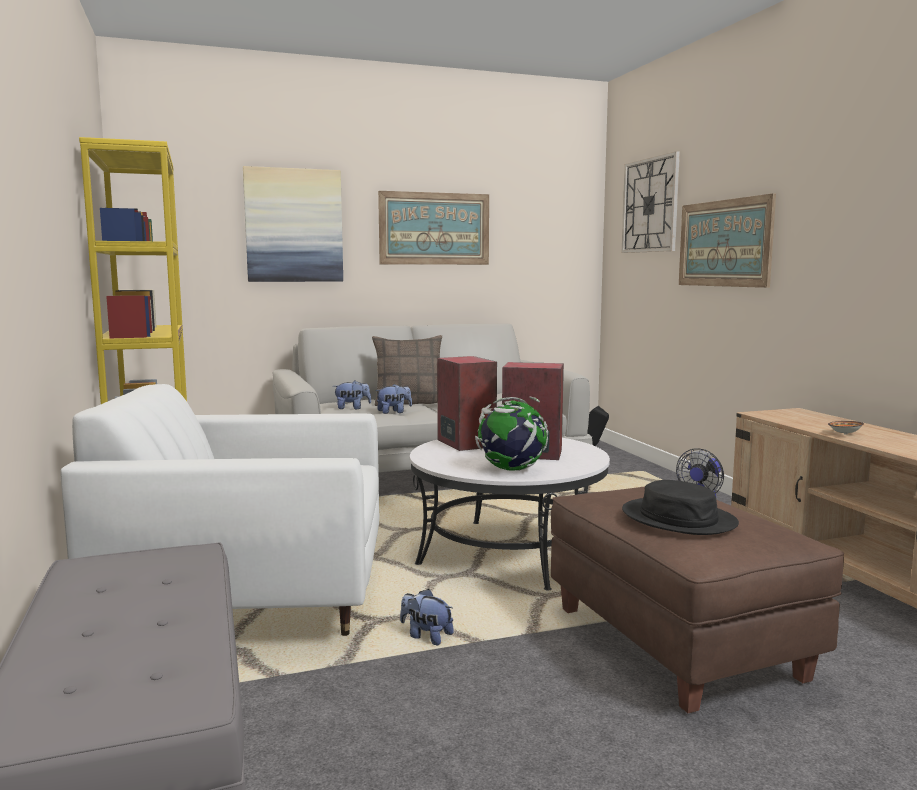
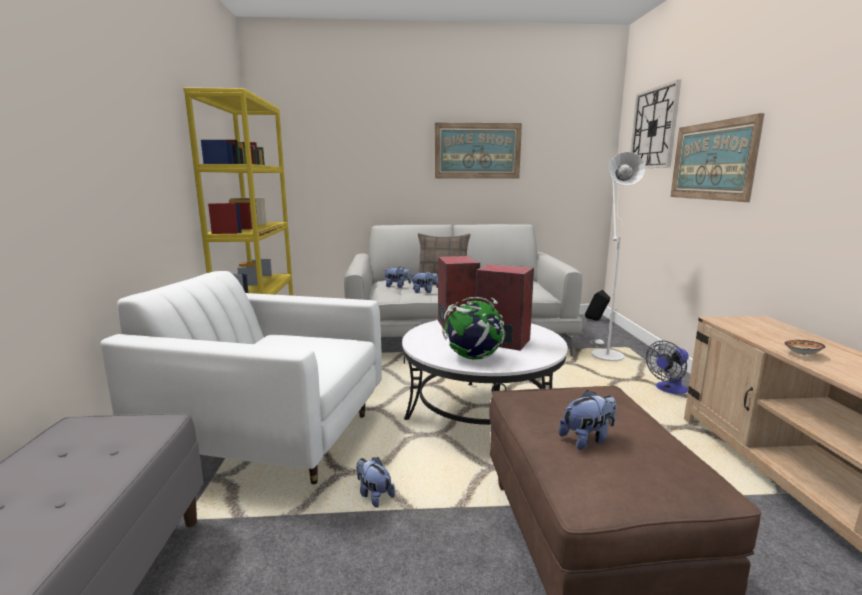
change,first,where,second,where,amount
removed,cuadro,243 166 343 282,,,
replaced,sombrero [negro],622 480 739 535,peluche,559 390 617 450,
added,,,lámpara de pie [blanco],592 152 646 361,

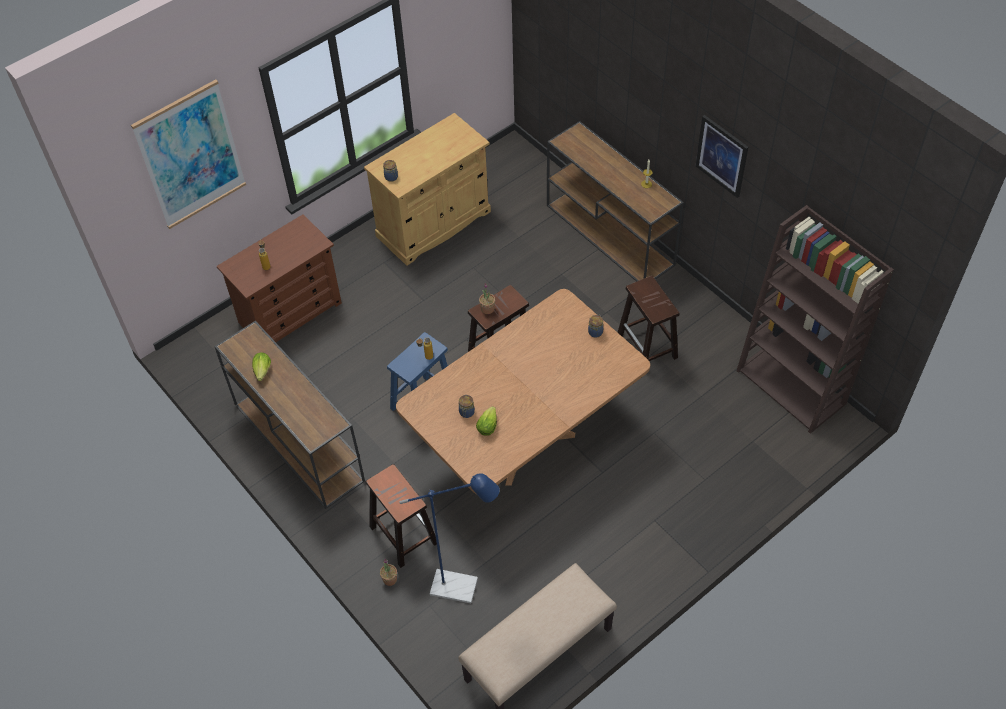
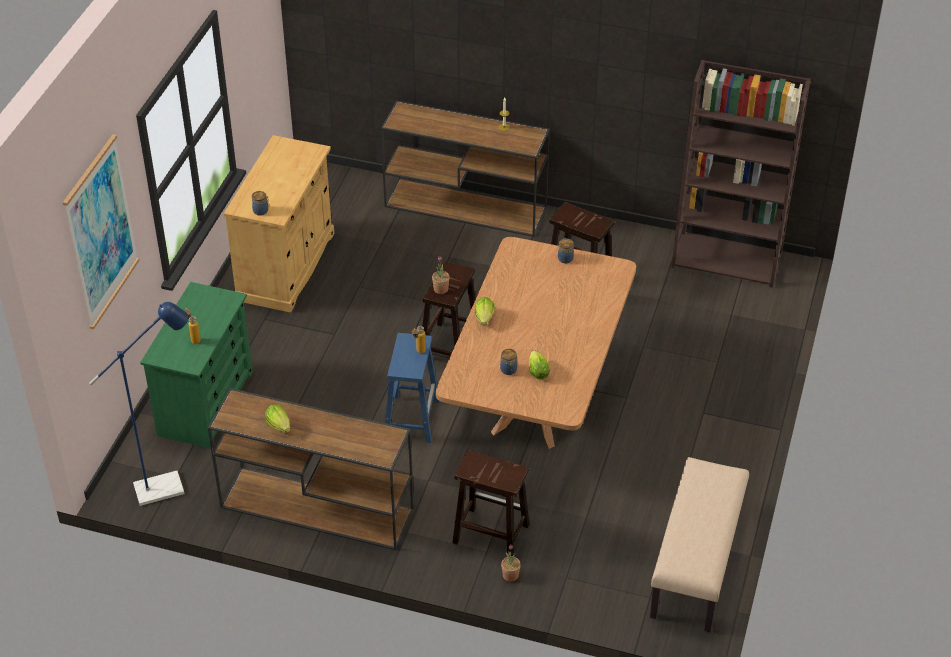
change,first,where,second,where,amount
removed,cuadro,695 115 748 198,,,
recoloured,cómoda [marrón],217 214 342 342,cómoda [verde],140 282 253 448,
moved,lámpara de pie [azul],400 473 500 603,,89 302 188 506,
added,,,lechuga,475 297 495 325,

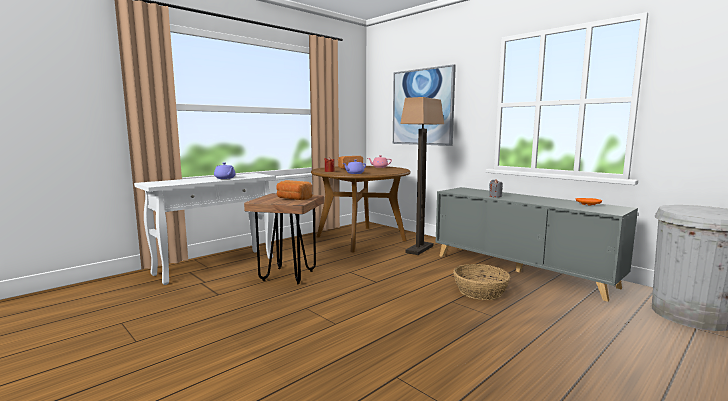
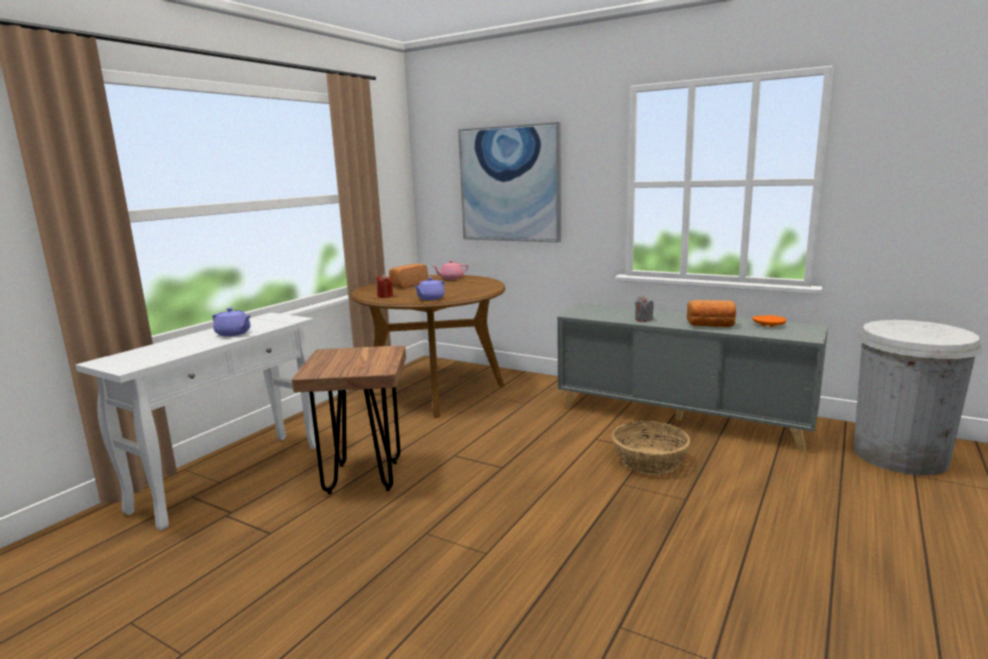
change,first,where,second,where,amount
removed,lámpara de pie,400 97 444 255,,,
moved,pan,276 180 312 200,,687 300 736 327,

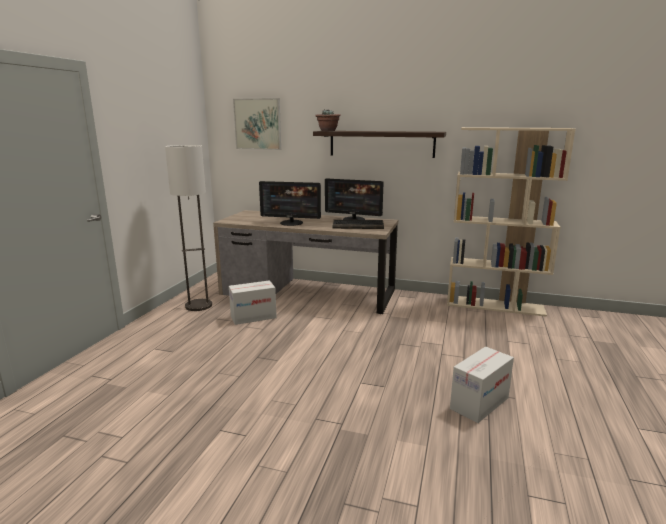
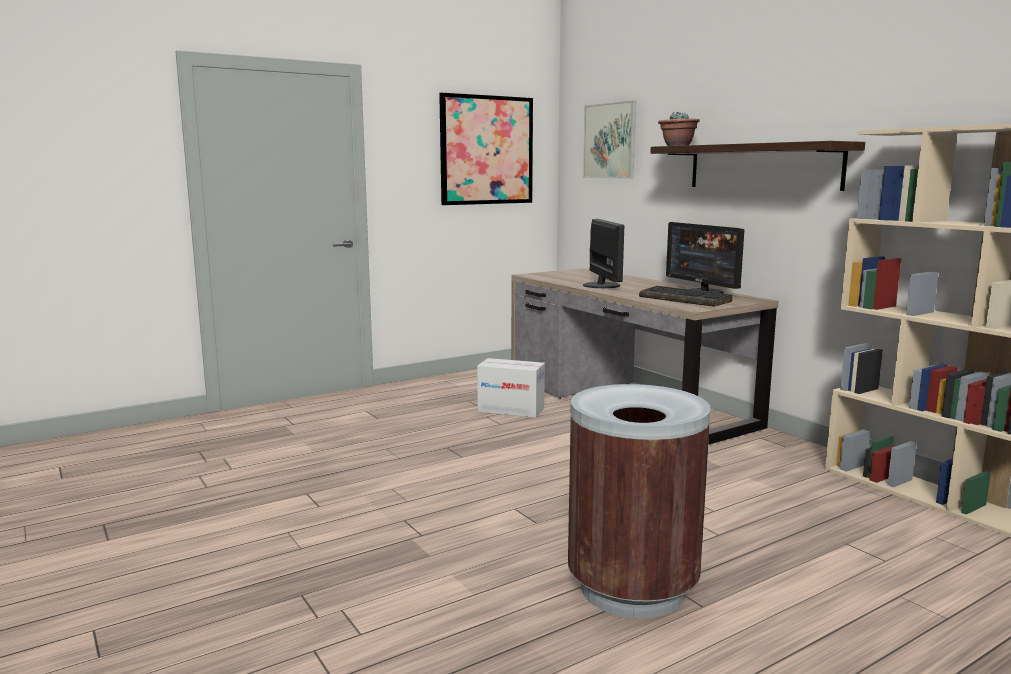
change,first,where,second,where,amount
removed,lámpara de pie,165 145 212 311,,,
turned,monitor,259 181 321 226,,583 219 624 288,150 degrees counterclockwise
replaced,caja de cartón,450 346 514 423,papelera [marrón],568 384 711 618,
added,,,cuadro,439 92 533 205,

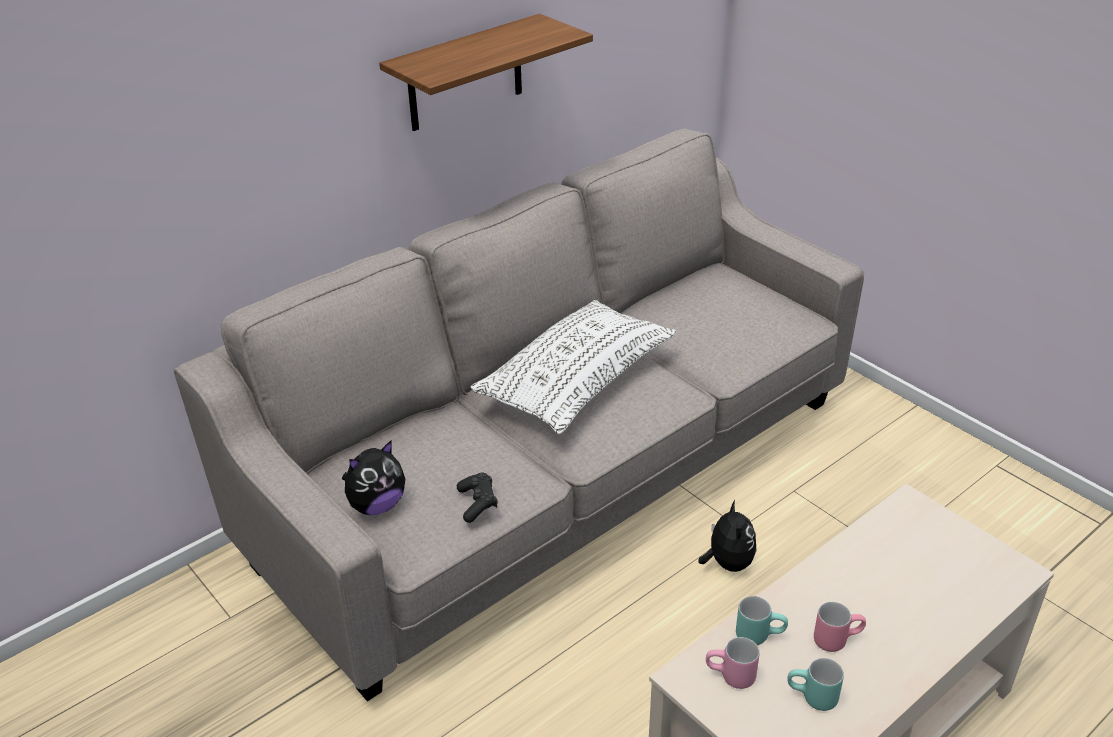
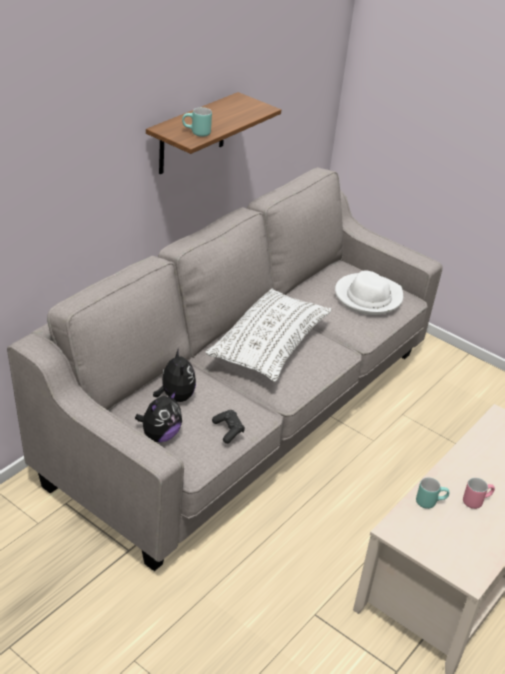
change,first,where,second,where,amount
moved,peluche,698 500 756 572,,153 348 196 402,
removed,taza grande [rosa],706 637 760 689,,,
moved,taza grande [turquesa],787 658 844 711,,182 107 212 137,
added,,,sombrero [blanco],335 271 403 315,

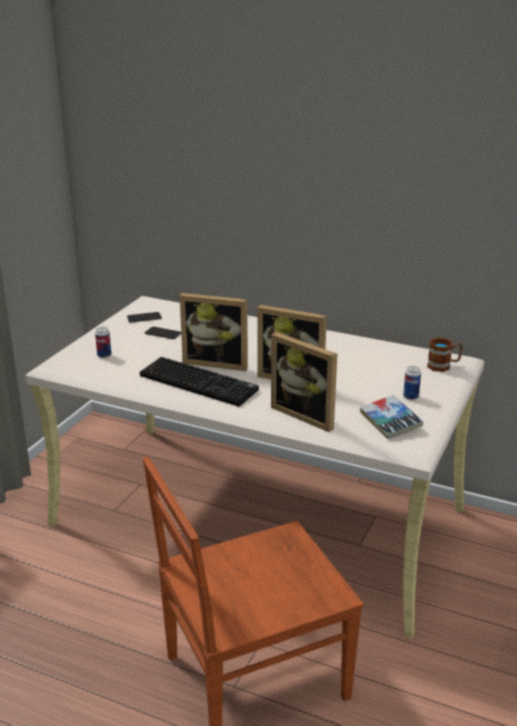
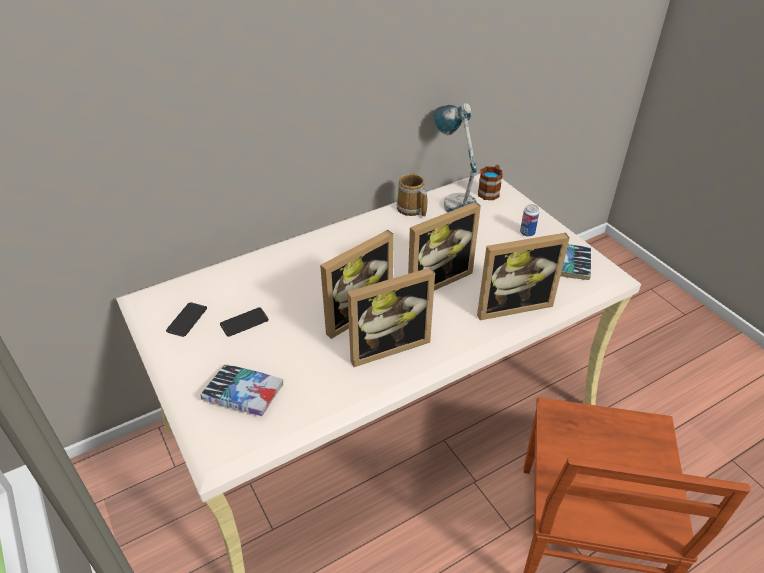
change,first,where,second,where,amount
replaced,lata,95 327 111 358,libro,201 364 283 416,
replaced,teclado,140 357 259 407,portarretratos,347 267 435 367,
added,,,lámpara de mesa,433 103 477 212,
added,,,taza grande,396 174 427 217,

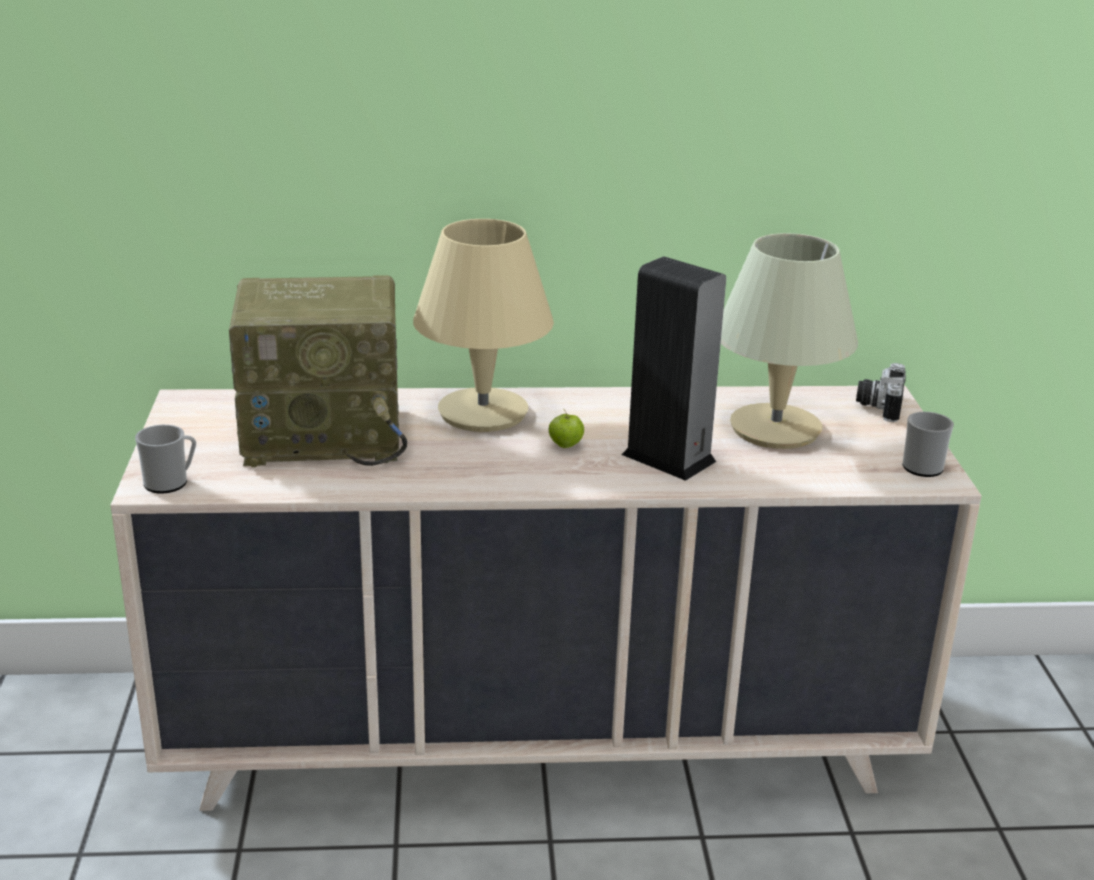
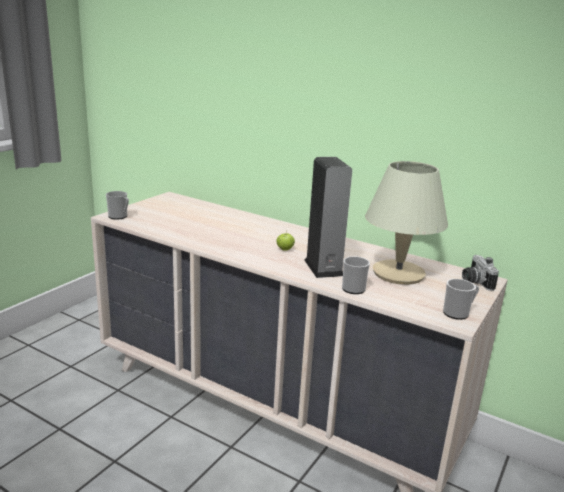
change,first,where,second,where,amount
removed,lámpara de mesa [beis],413 219 554 432,,,
removed,radio,229 276 407 467,,,
turned,cámara,856 363 906 422,,462 255 499 291,60 degrees counterclockwise
added,,,taza grande,342 256 370 294,

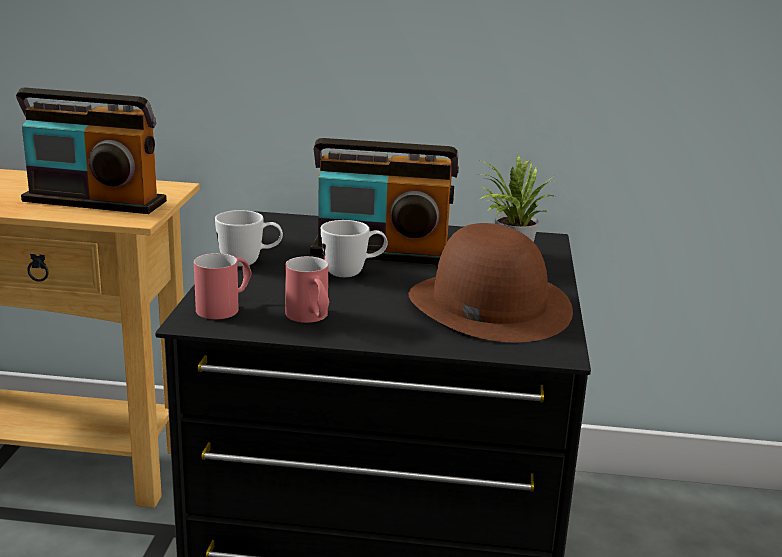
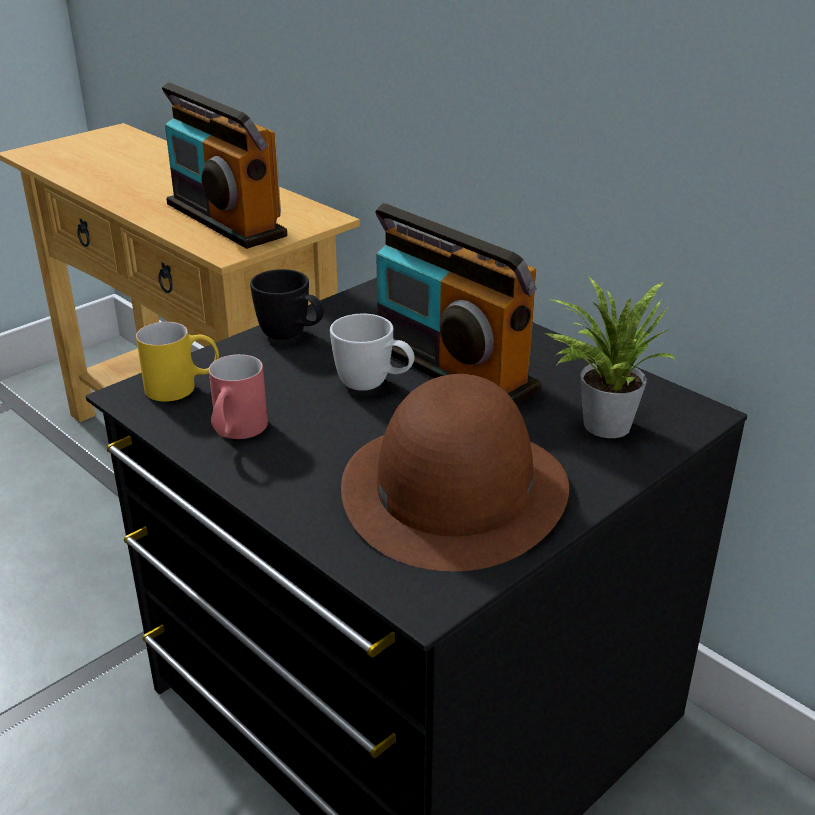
change,first,where,second,where,amount
recoloured,taza grande [blanco],215 210 283 267,taza grande [negro],250 269 324 340,
recoloured,taza grande [rojo],194 253 252 319,taza grande [amarillo],136 322 219 402,

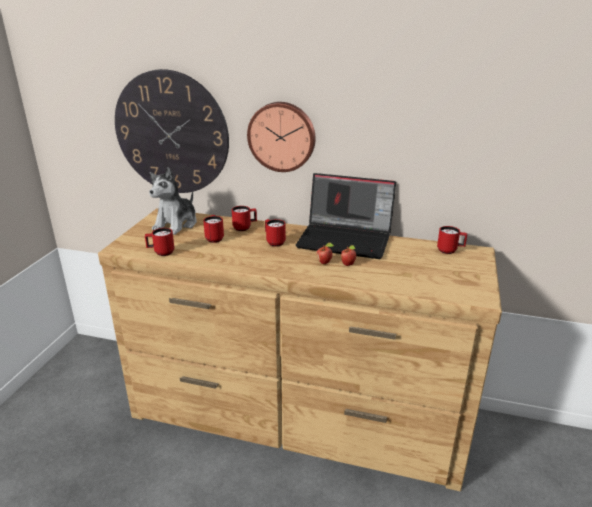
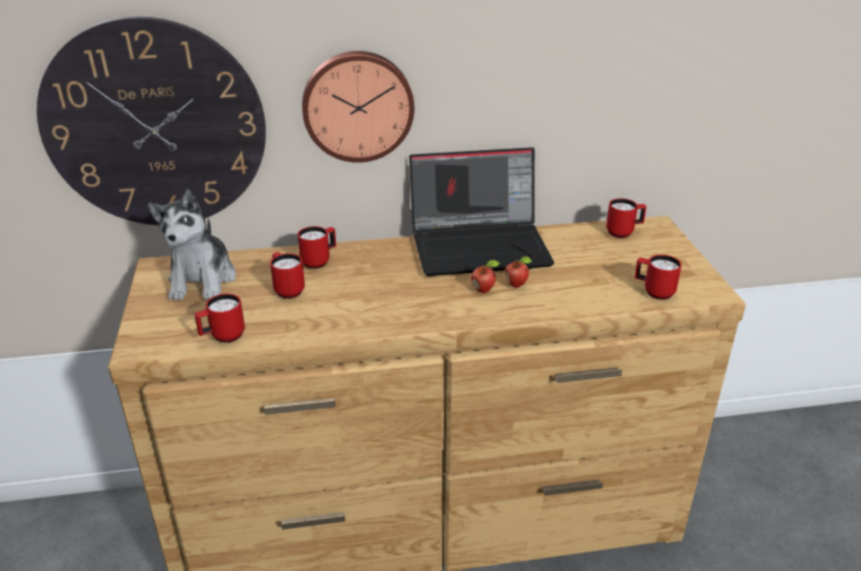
change,first,where,second,where,amount
moved,taza grande [rojo],265 219 286 247,,634 255 682 300,

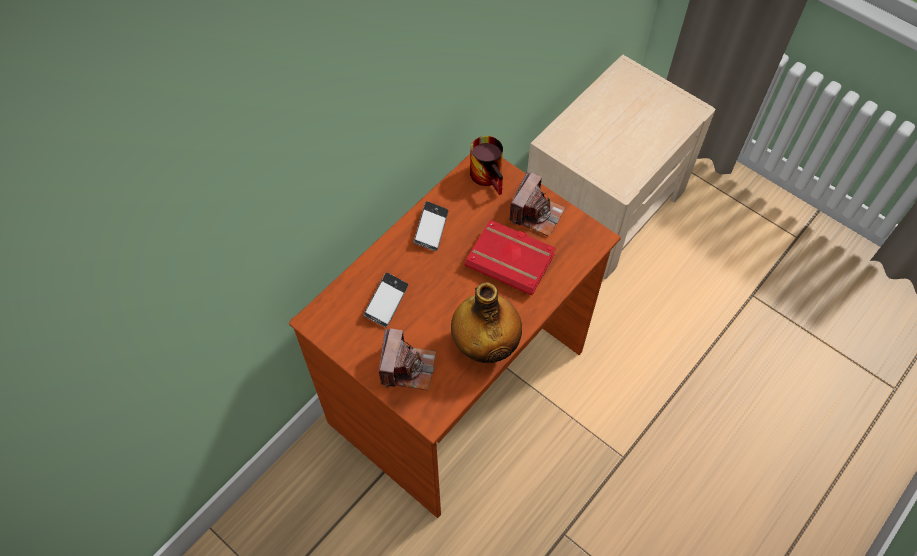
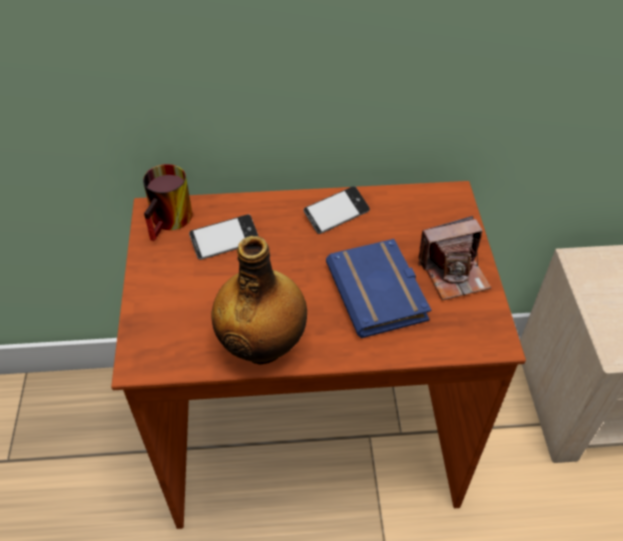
change,first,where,second,where,amount
moved,taza grande,470 136 503 195,,143 164 193 241,
recoloured,libro [rojo],465 220 556 295,libro [azul],326 239 431 338,
removed,cámara,379 328 436 390,,,

